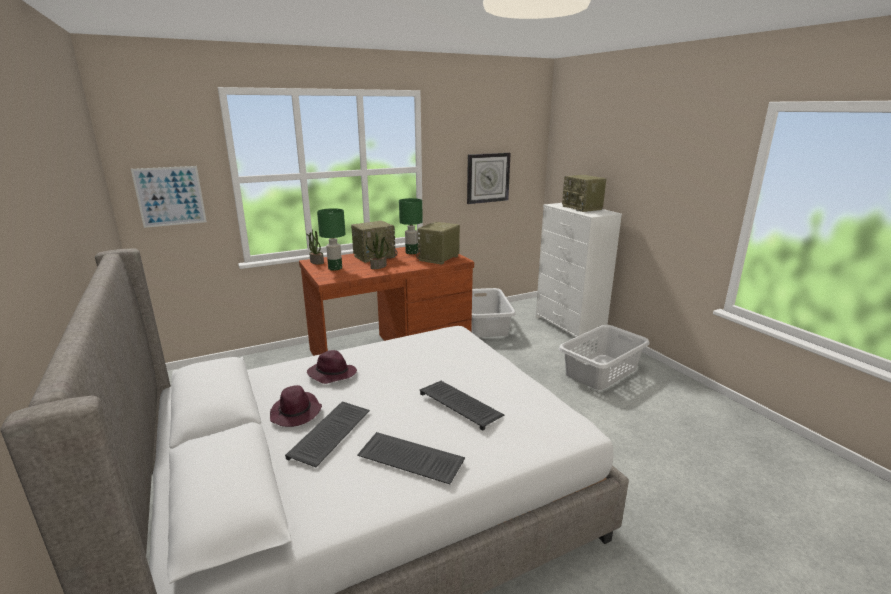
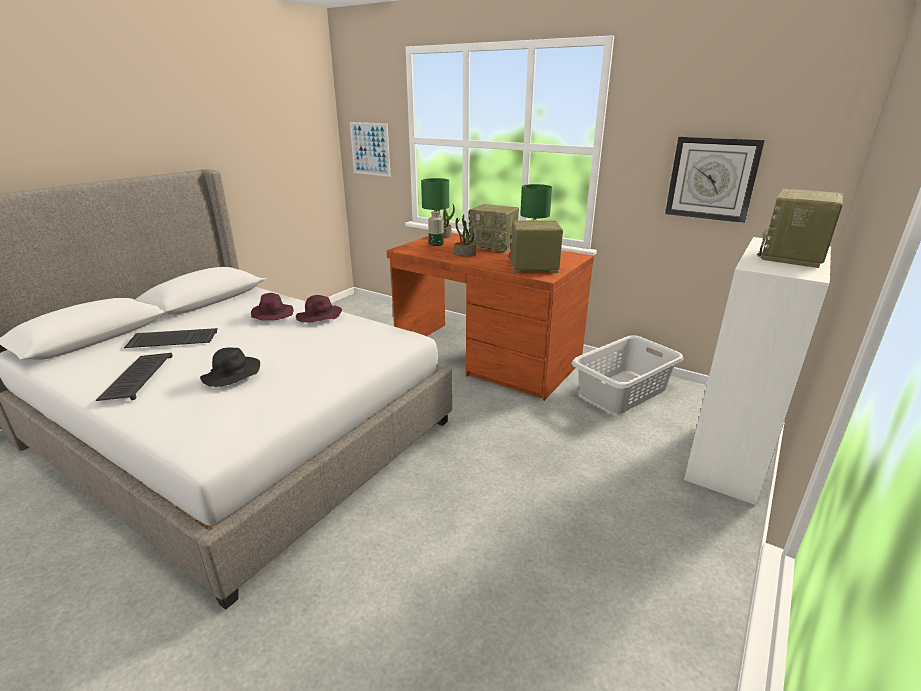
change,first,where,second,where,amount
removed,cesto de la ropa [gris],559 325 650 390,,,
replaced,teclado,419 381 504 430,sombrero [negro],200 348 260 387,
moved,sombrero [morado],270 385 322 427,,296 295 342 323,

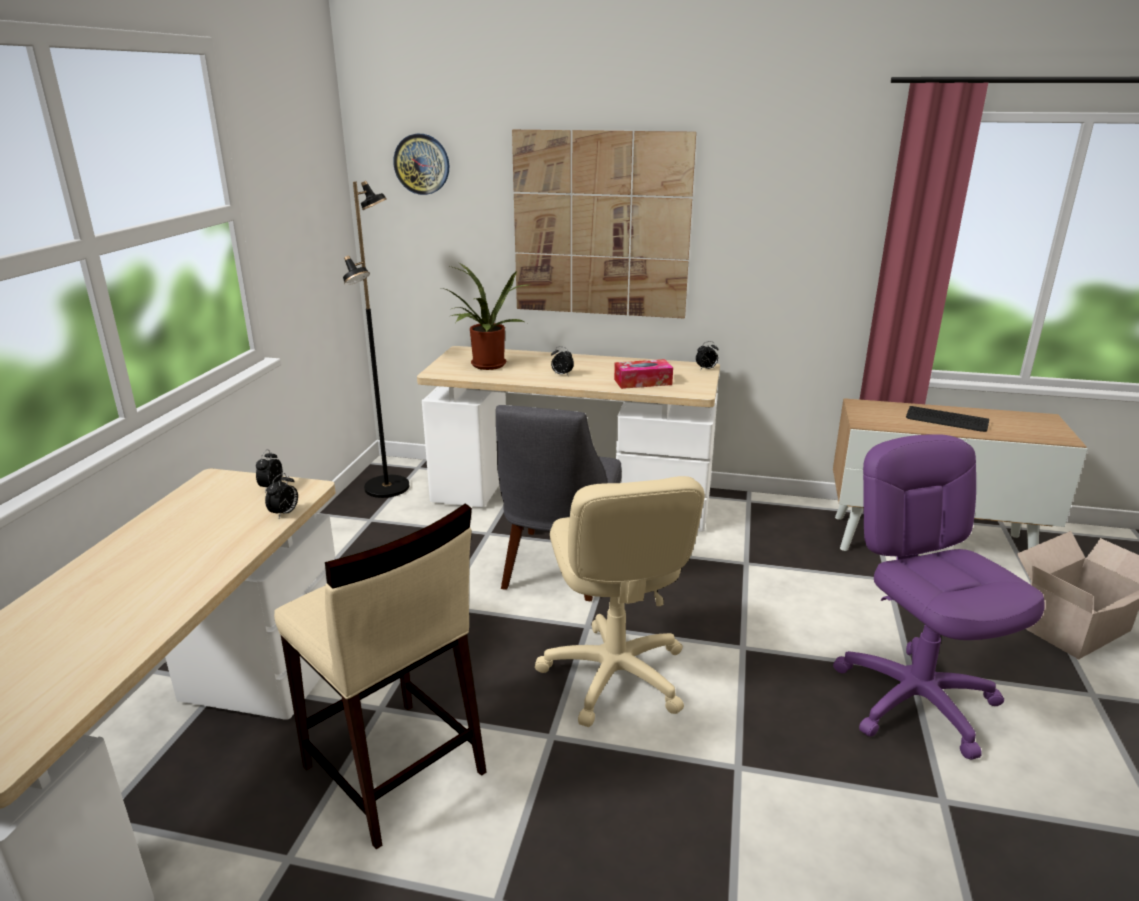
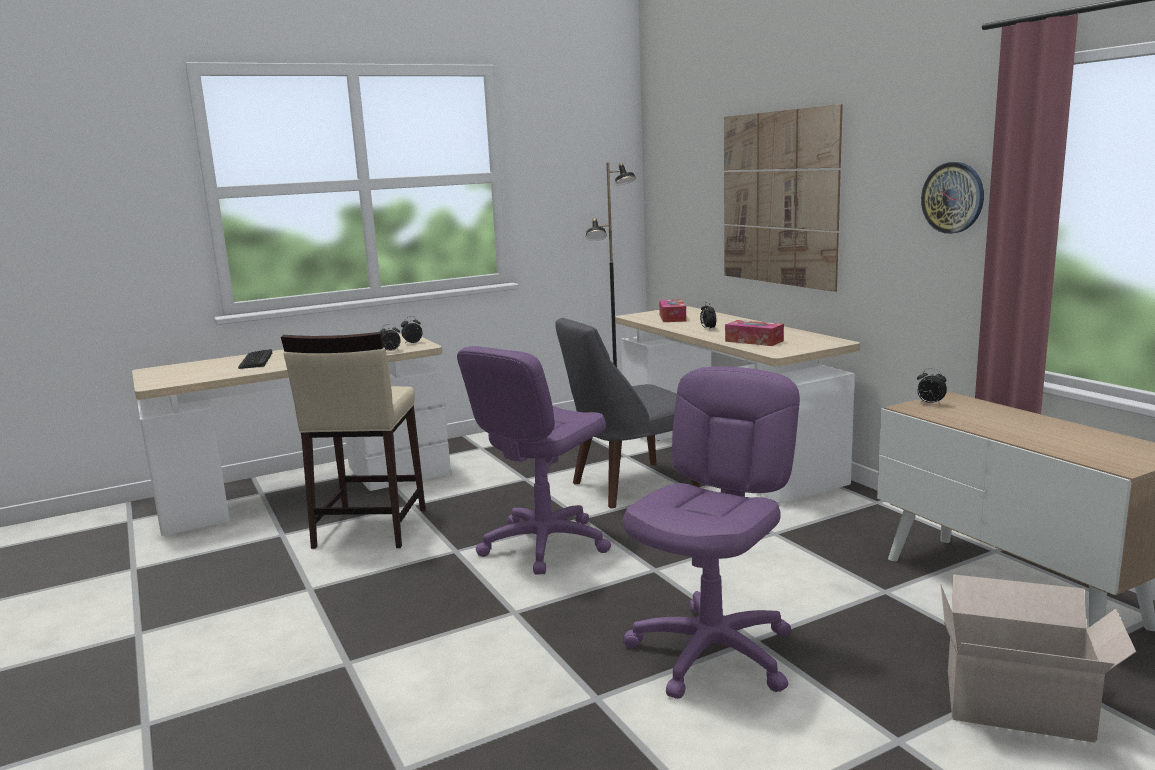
change,first,where,second,where,amount
moved,reloj de pared,393 134 449 195,,921 162 984 234,
replaced,planta en maceta,441 264 528 370,caja de pañuelos,659 299 686 322,
moved,despertador,696 341 719 369,,917 368 947 404,
moved,teclado,906 406 989 432,,238 349 272 369,
recoloured,silla de oficina [beis],535 476 705 727,silla de oficina [morado],457 346 611 574,

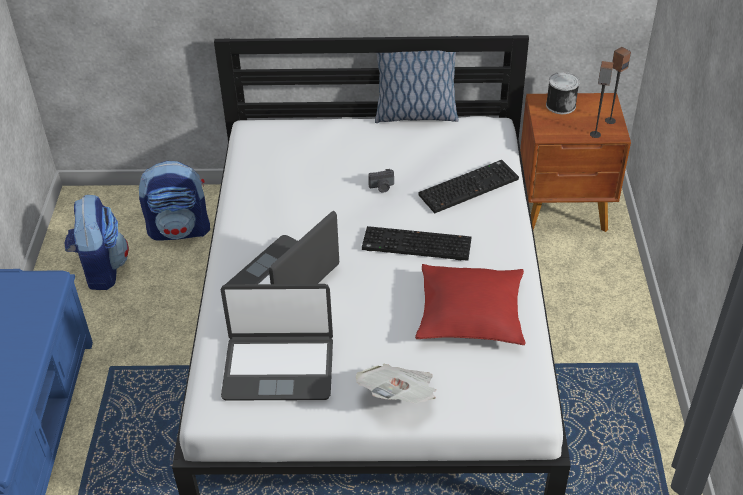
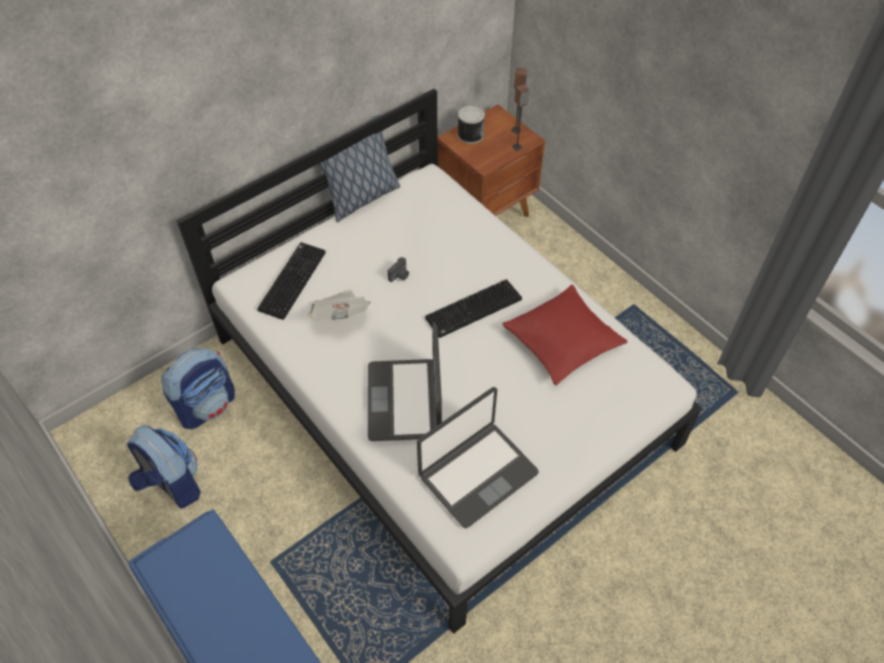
change,first,where,second,where,amount
moved,teclado,419 160 519 213,,257 242 326 320,
moved,periódico,356 364 436 404,,308 290 371 322,

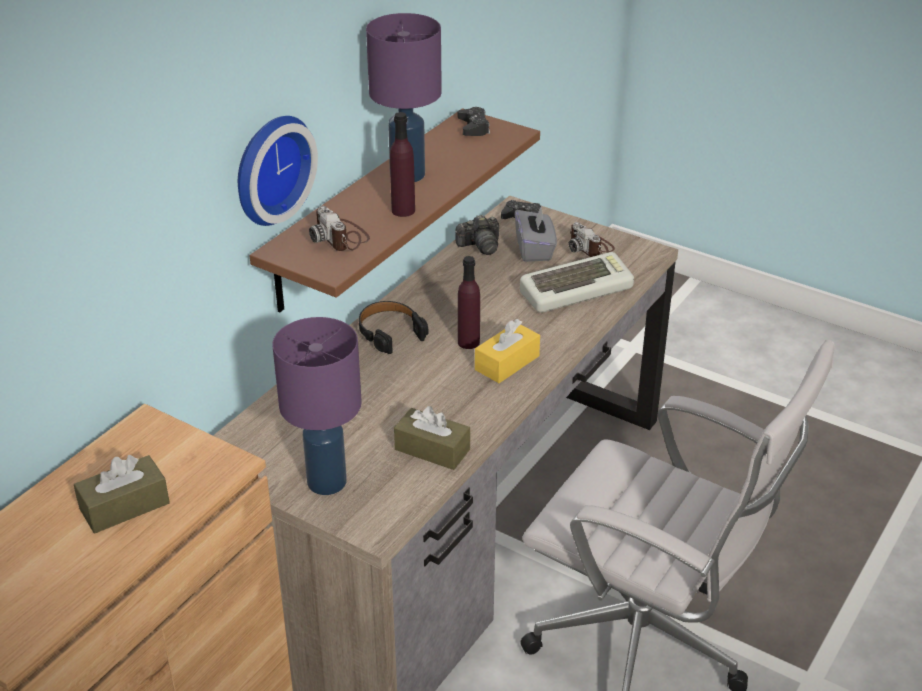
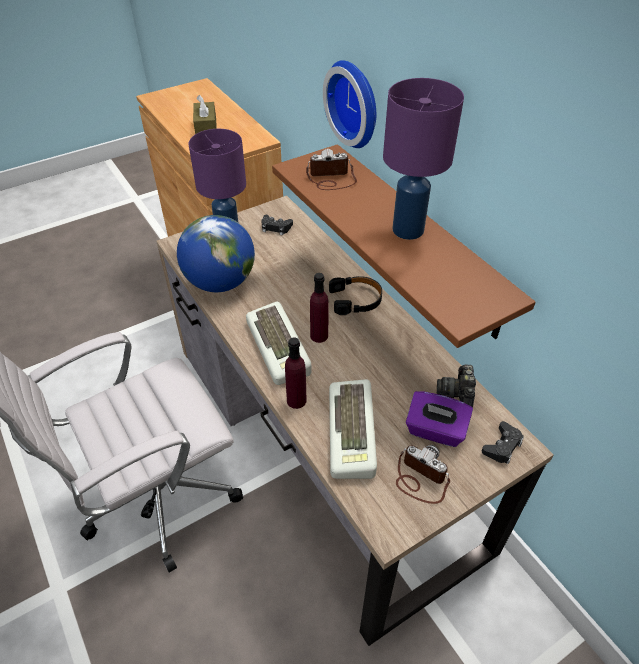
change,first,where,second,where,amount
moved,mando de consola [negro],458 107 490 136,,261 215 293 235,
moved,botella [morado],390 112 415 217,,285 337 306 409,
recoloured,caja de pañuelos [gris],515 205 557 262,caja de pañuelos [morado],406 391 473 447,
turned,cámara,569 222 615 257,,396 445 450 504,45 degrees clockwise
replaced,caja de pañuelos [amarillo],475 319 540 383,teclado,246 301 311 385,
replaced,caja de pañuelos [marrón],394 406 470 470,globo terráqueo,177 215 255 292,

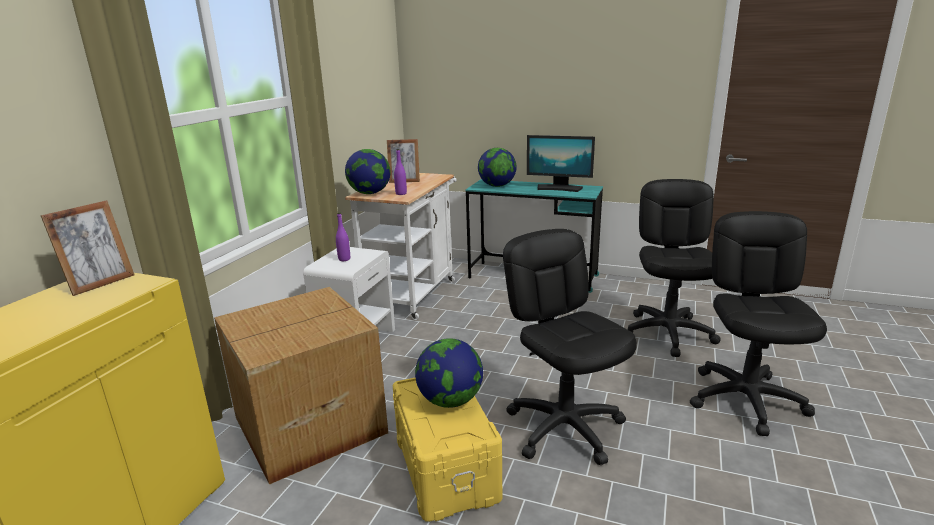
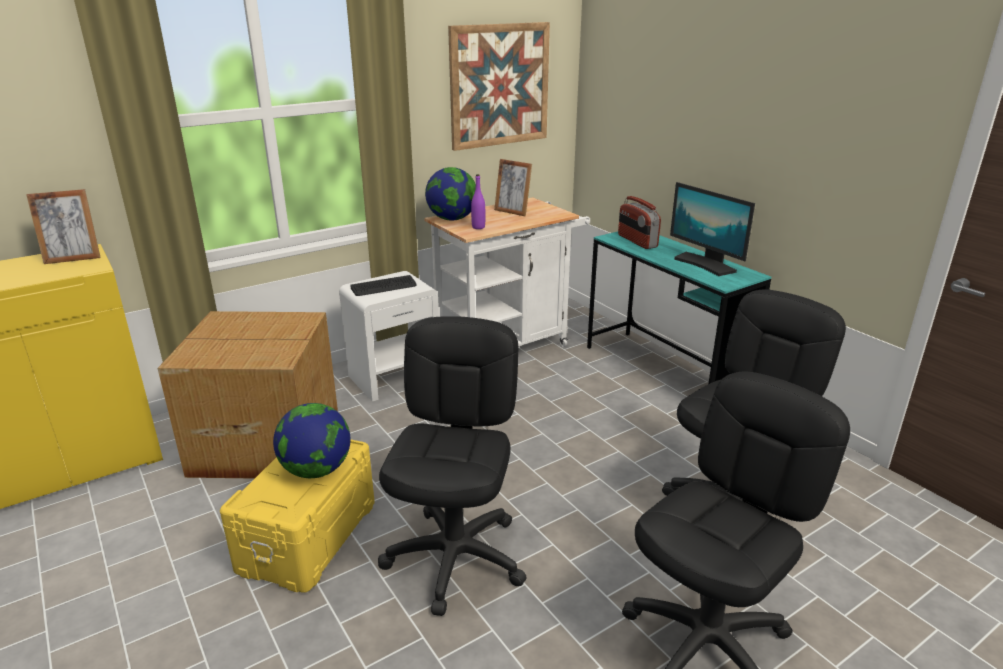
change,first,where,second,where,amount
replaced,globo terráqueo,478 148 516 187,radio,618 196 661 249,
replaced,botella [morado],336 213 350 261,teclado,350 275 416 296,
added,,,cuadro,448 22 550 151,

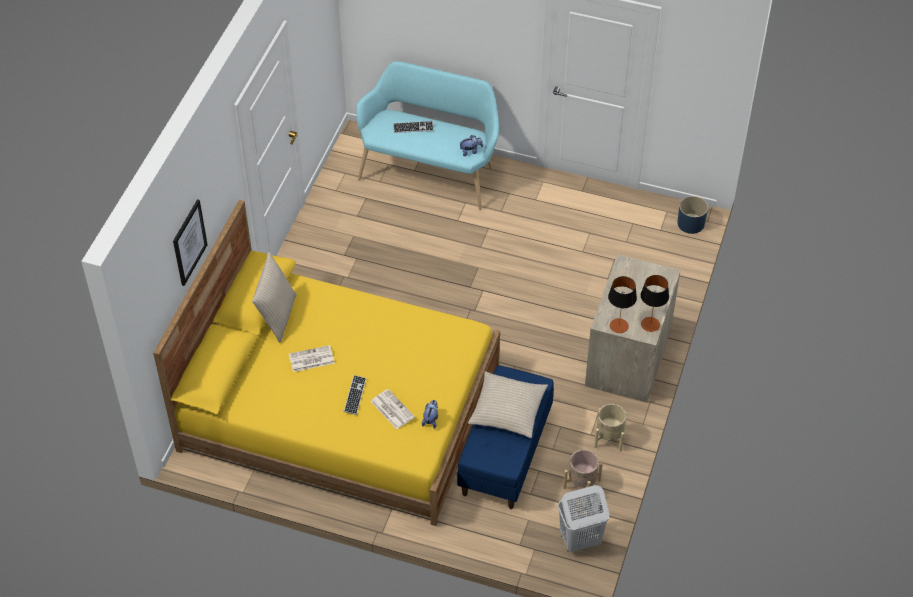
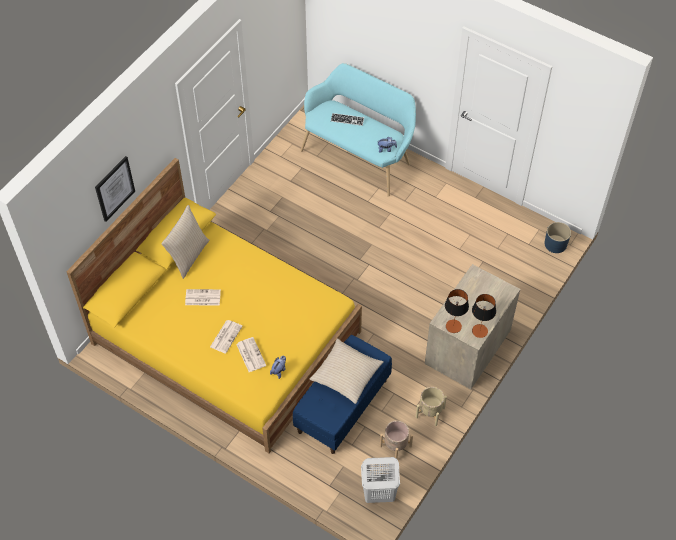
change,first,where,second,where,amount
replaced,teclado,344 375 367 415,periódico,210 320 242 354,

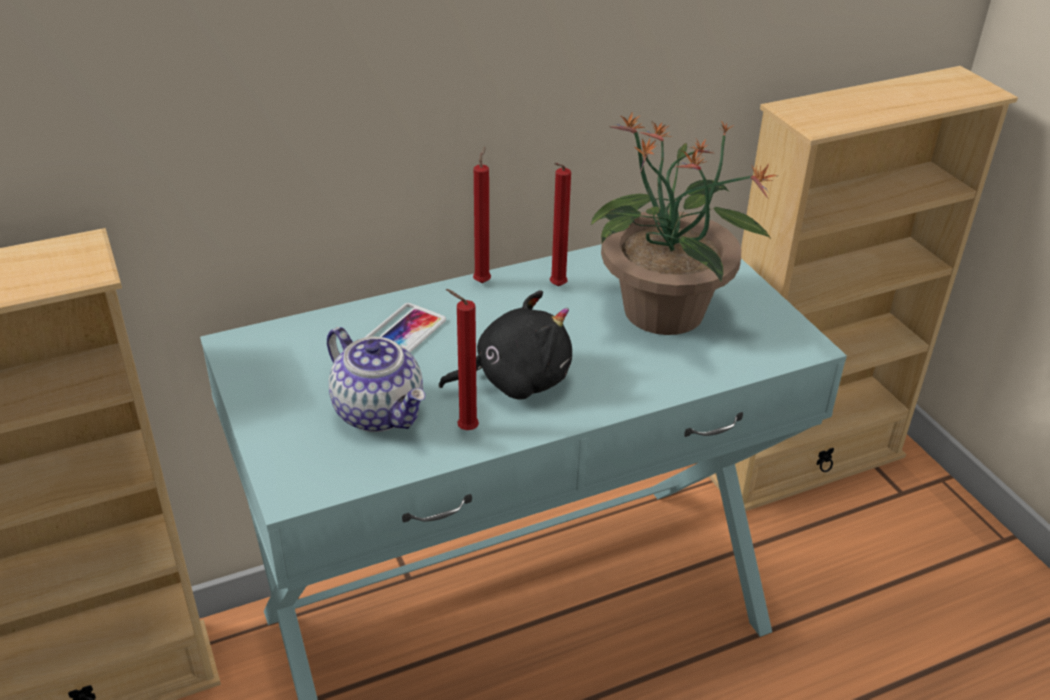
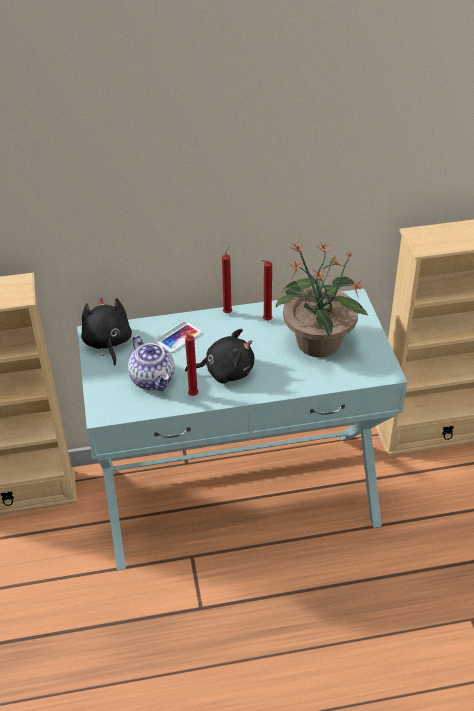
change,first,where,second,where,amount
added,,,peluche [negro],81 296 132 366,

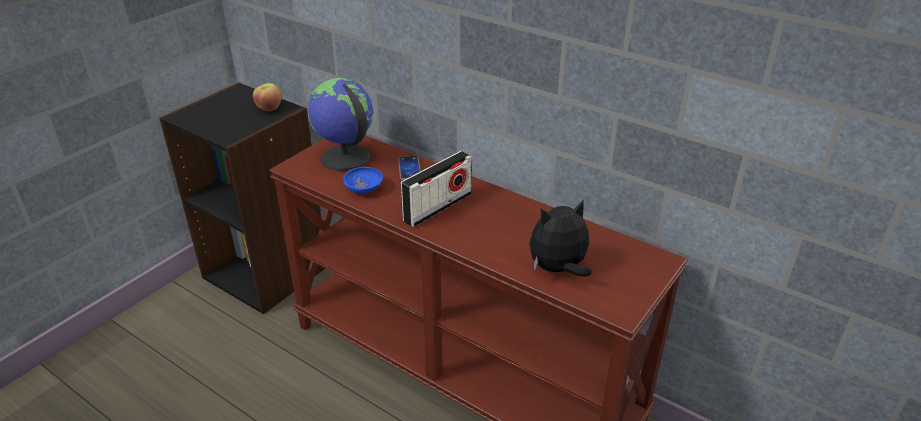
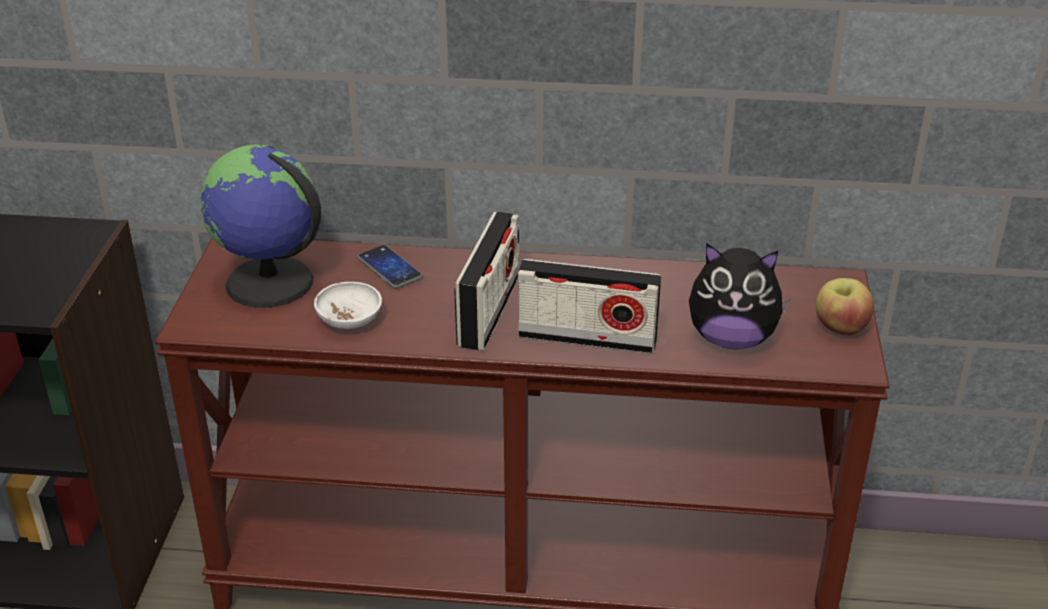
change,first,where,second,where,amount
moved,manzana,253 83 282 112,,816 278 874 335,
recoloured,cuenco [azul],343 167 383 194,cuenco [blanco],314 282 382 329,
turned,peluche,529 199 592 277,,689 243 791 349,120 degrees counterclockwise
added,,,radio,518 259 661 354,

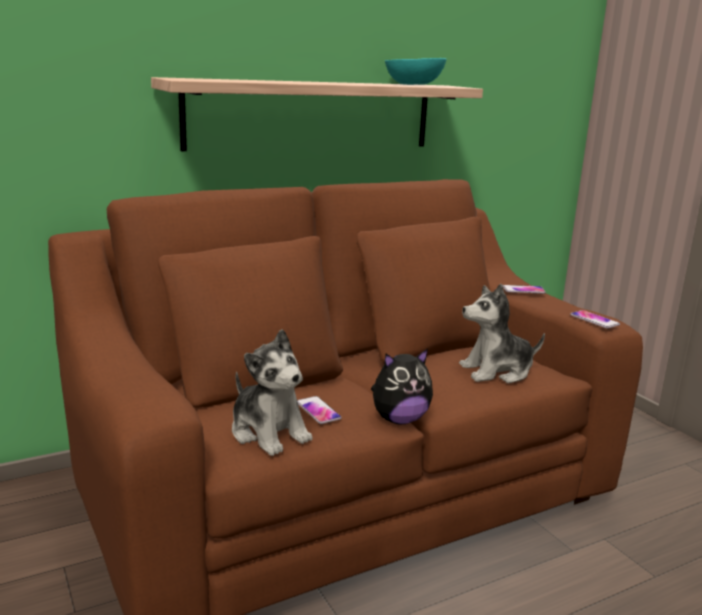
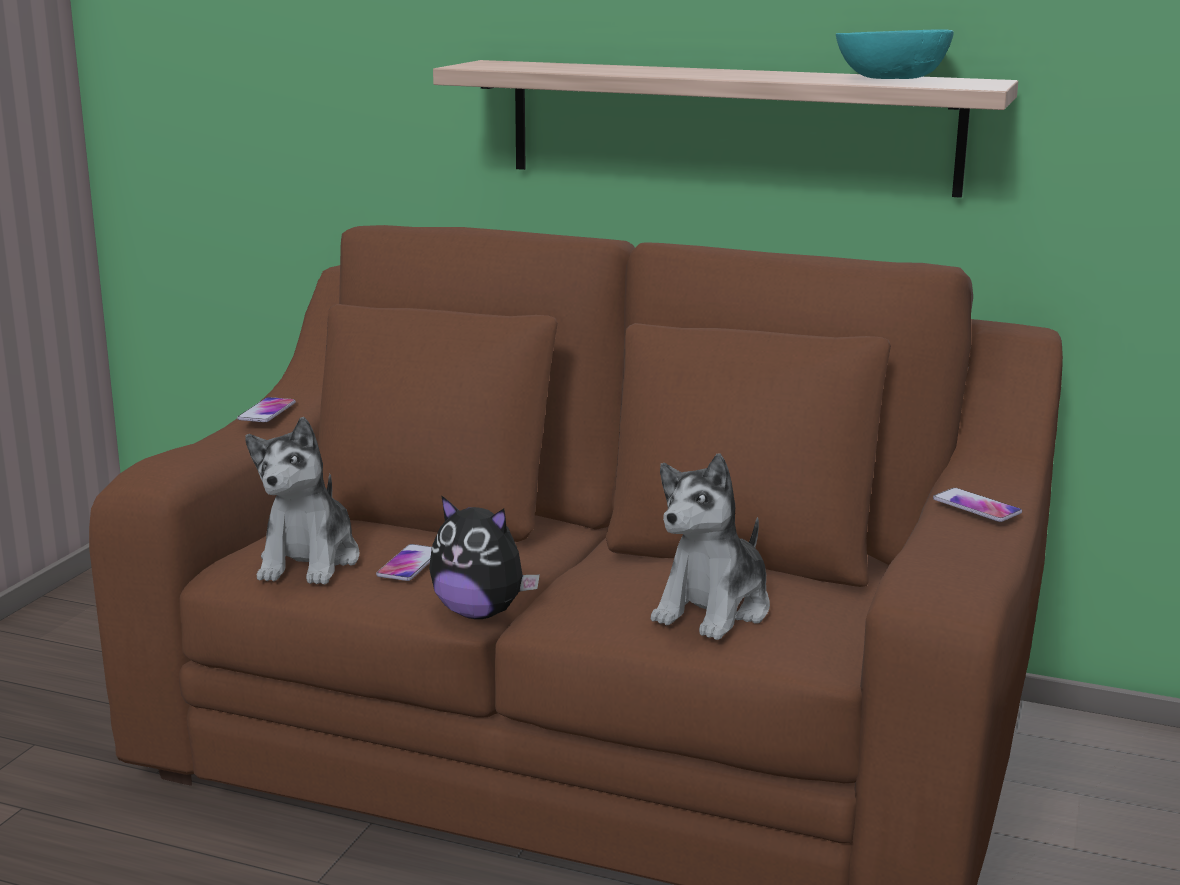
change,first,where,second,where,amount
turned,peluche,459 284 545 383,,651 453 770 640,90 degrees counterclockwise
moved,móvil,570 310 620 329,,237 397 296 422,

